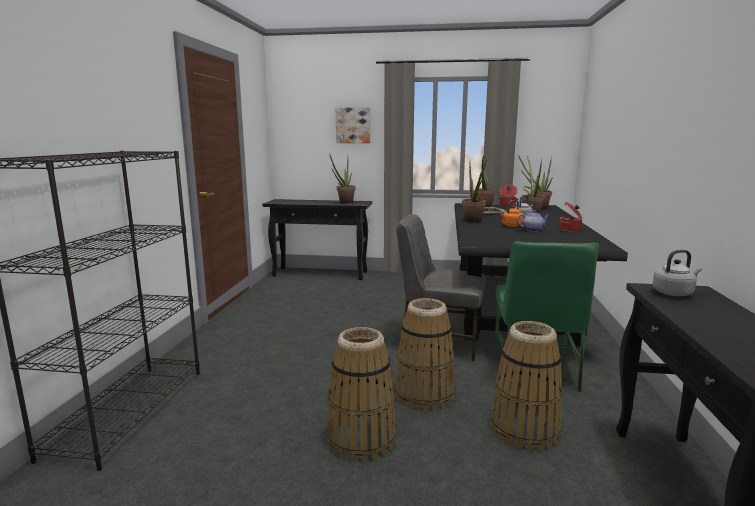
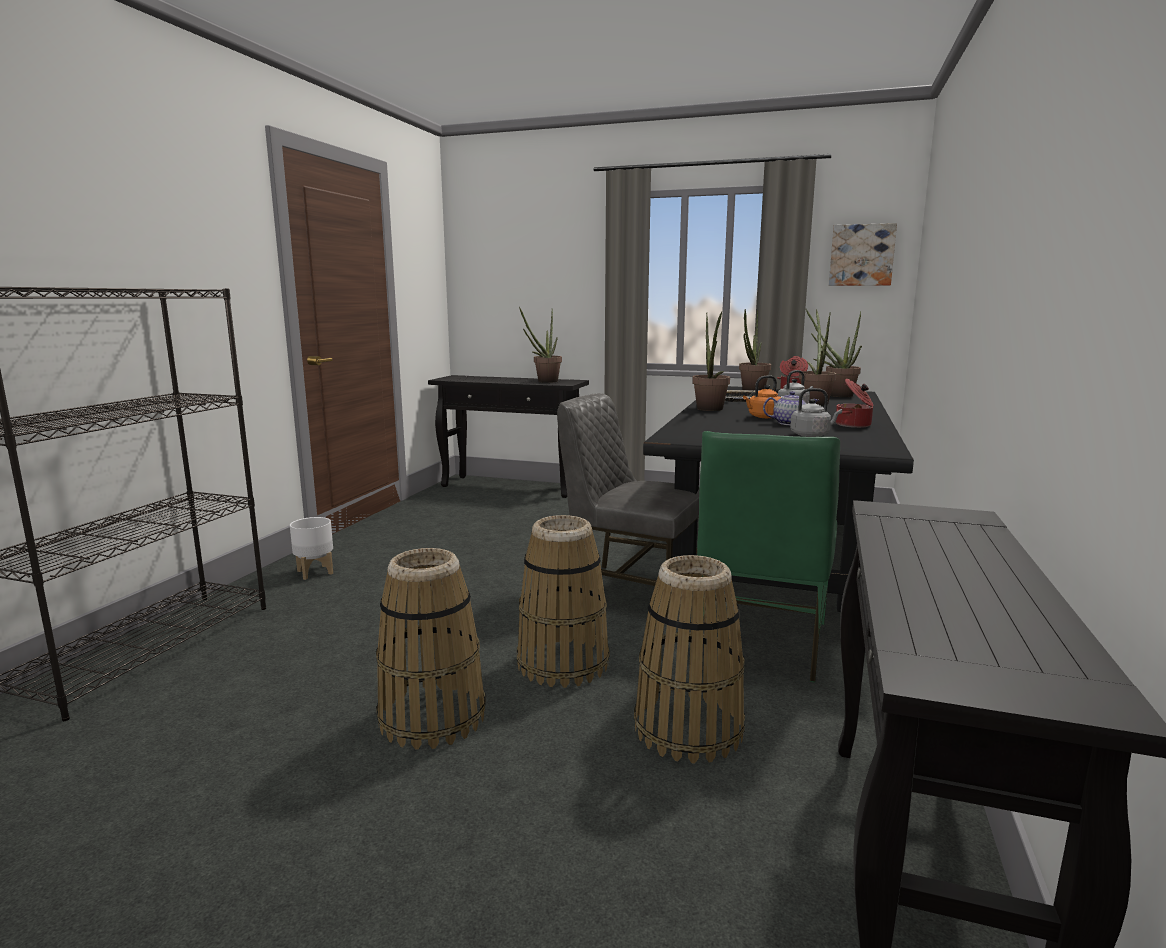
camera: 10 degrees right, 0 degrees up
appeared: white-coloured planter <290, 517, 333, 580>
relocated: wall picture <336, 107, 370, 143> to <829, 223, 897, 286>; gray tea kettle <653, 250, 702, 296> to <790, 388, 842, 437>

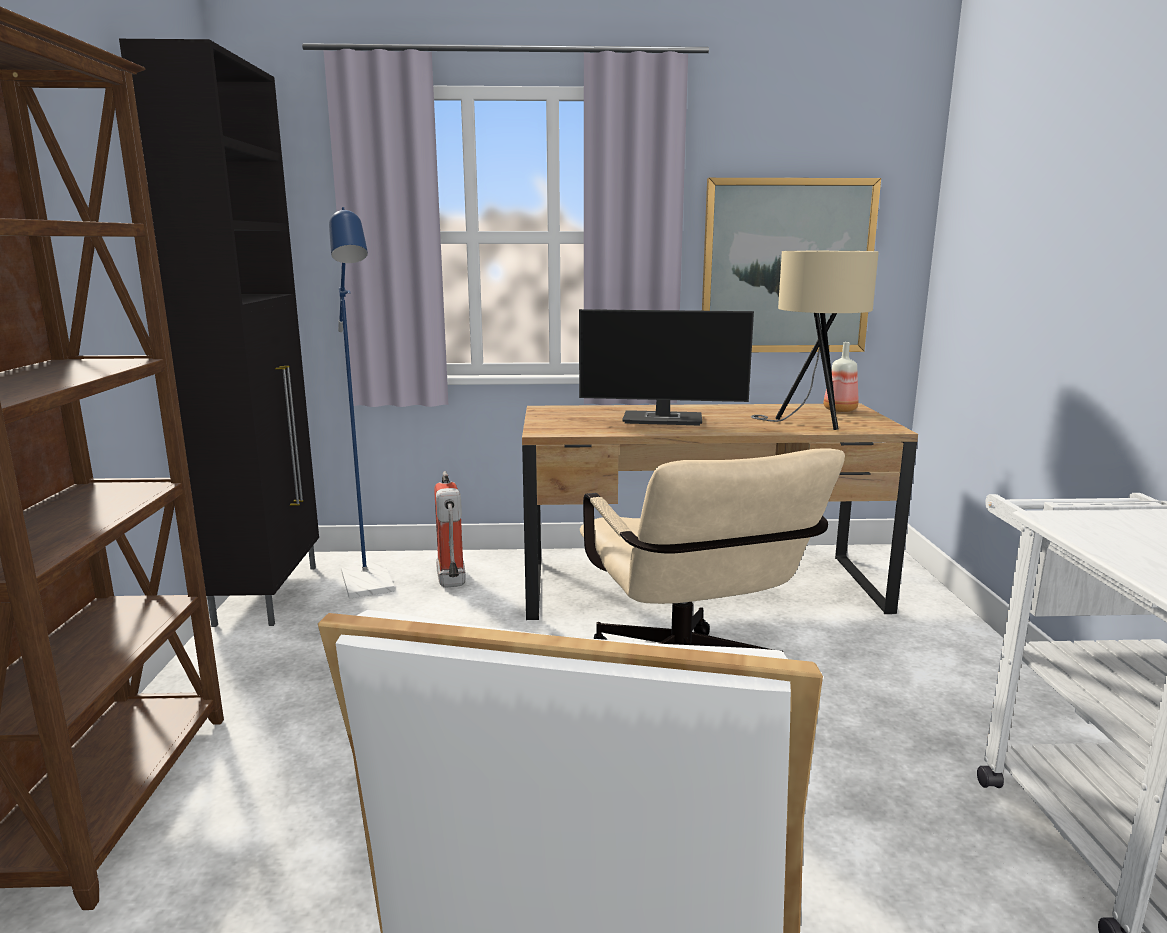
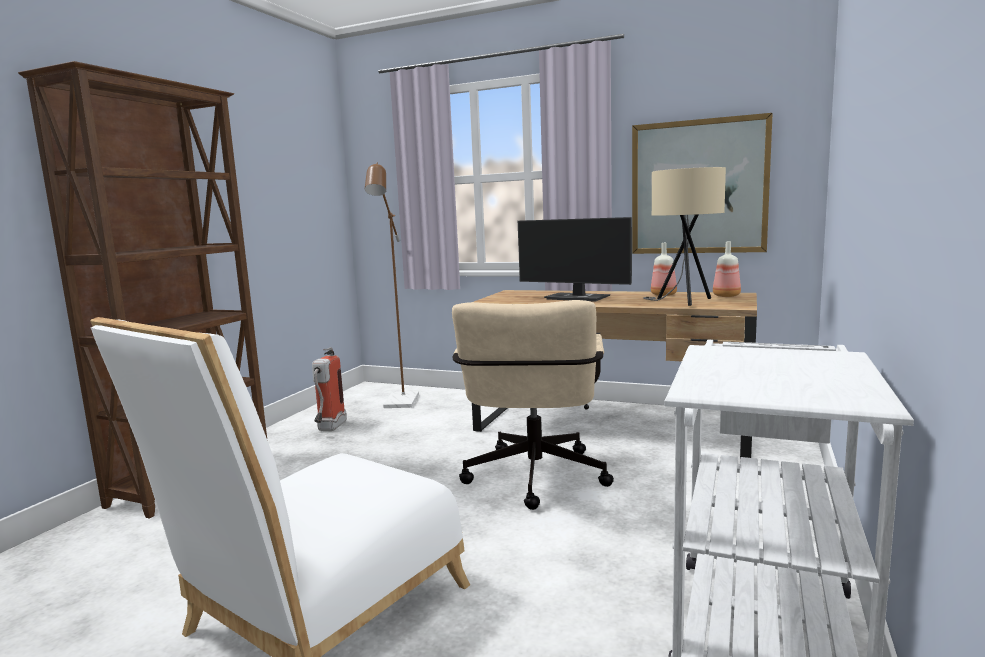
camera: 25 degrees right, 5 degrees down
missing: black-coloured storage cabinet <119, 39, 319, 627>
appeared: beverage bottle <651, 243, 677, 296>
relocated: fire extinguisher <434, 471, 466, 587> to <312, 347, 347, 431>
colour: blue-coloured floor lamp <329, 207, 395, 599> to brownish floor lamp <365, 163, 419, 408>

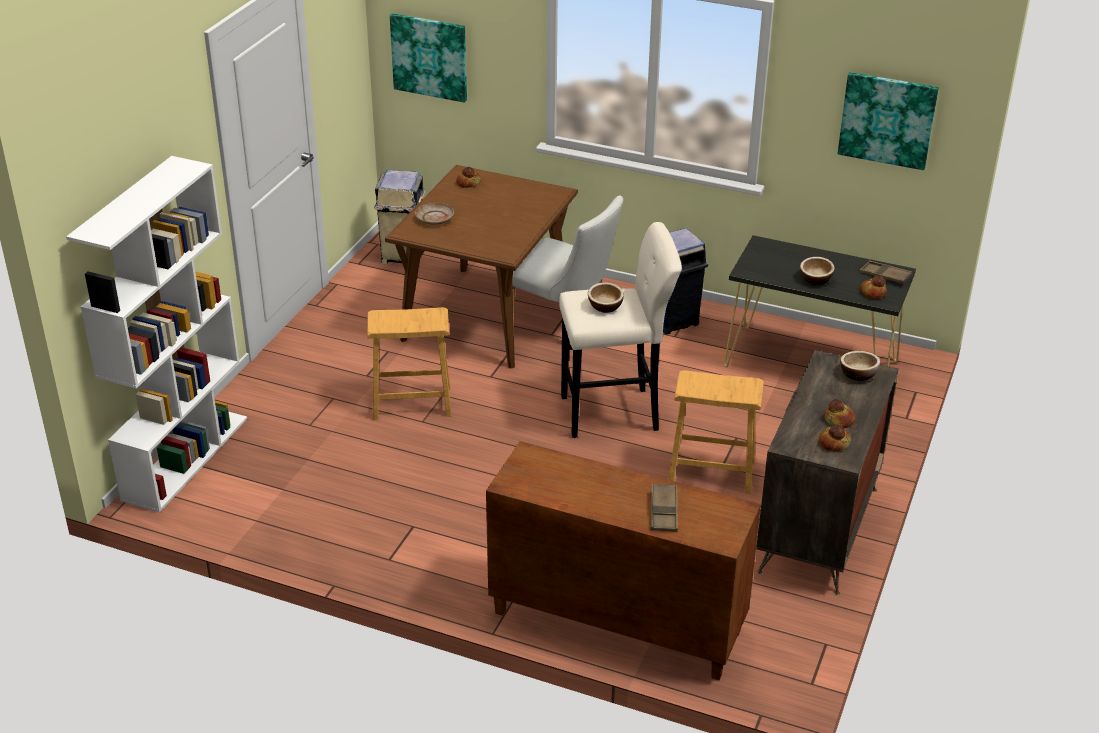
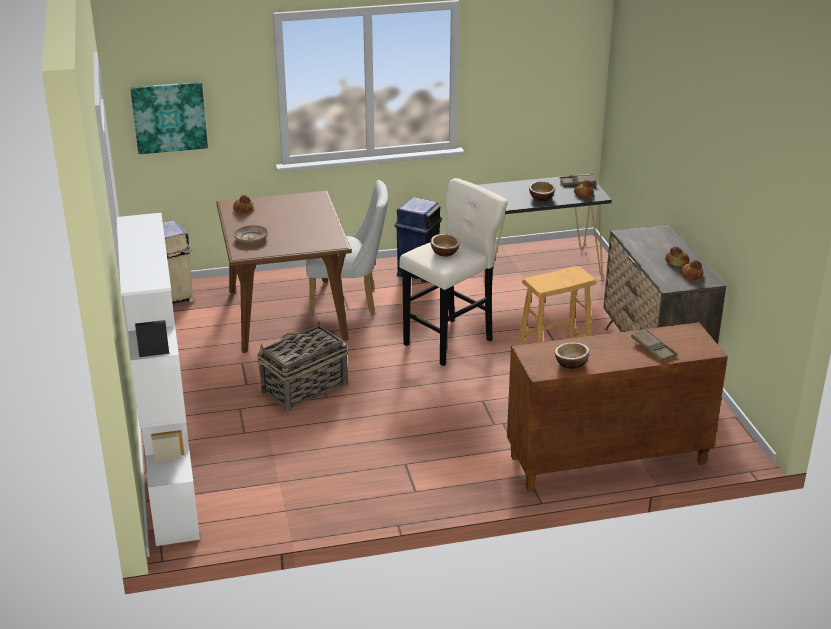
camera: 35 degrees left, 5 degrees down
missing: wall picture <838, 72, 939, 170>
relocated: bowl <840, 351, 880, 381> to <555, 342, 589, 369>
exchanged: brownish sitting stool <367, 307, 452, 420> to household basket <257, 321, 348, 412>

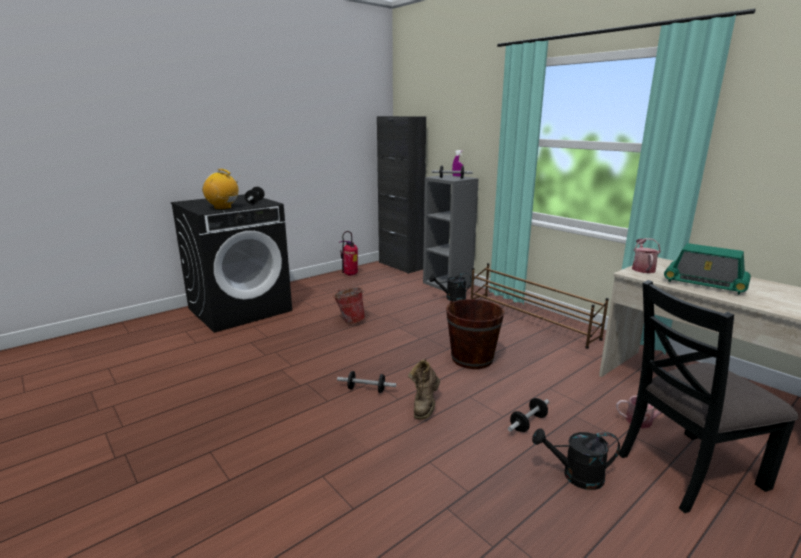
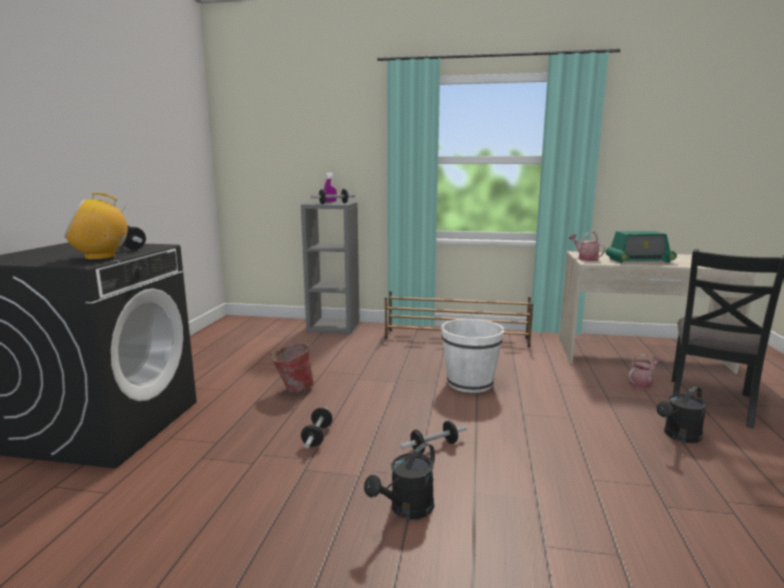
camera: 40 degrees left, 5 degrees down
missing: fire extinguisher <339, 231, 358, 276>; black-coloured storage cabinet <377, 116, 426, 274>; brownish tall boot <408, 359, 440, 420>
relocated: black-coloured watering can <429, 273, 471, 302> to <364, 443, 435, 520>; hand weight <508, 398, 549, 432> to <301, 408, 333, 448>
colour: brownish bucket <446, 299, 505, 369> to white-coloured bucket <441, 319, 504, 393>

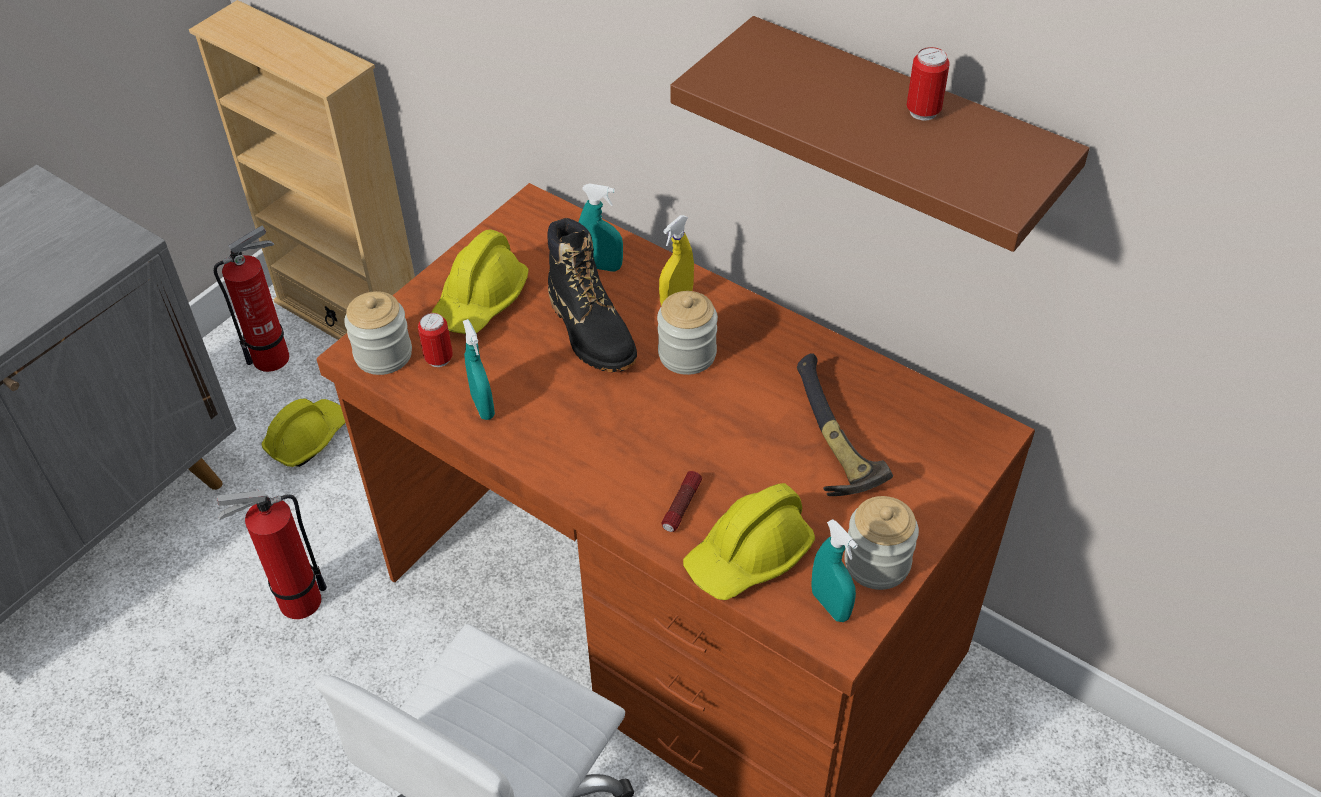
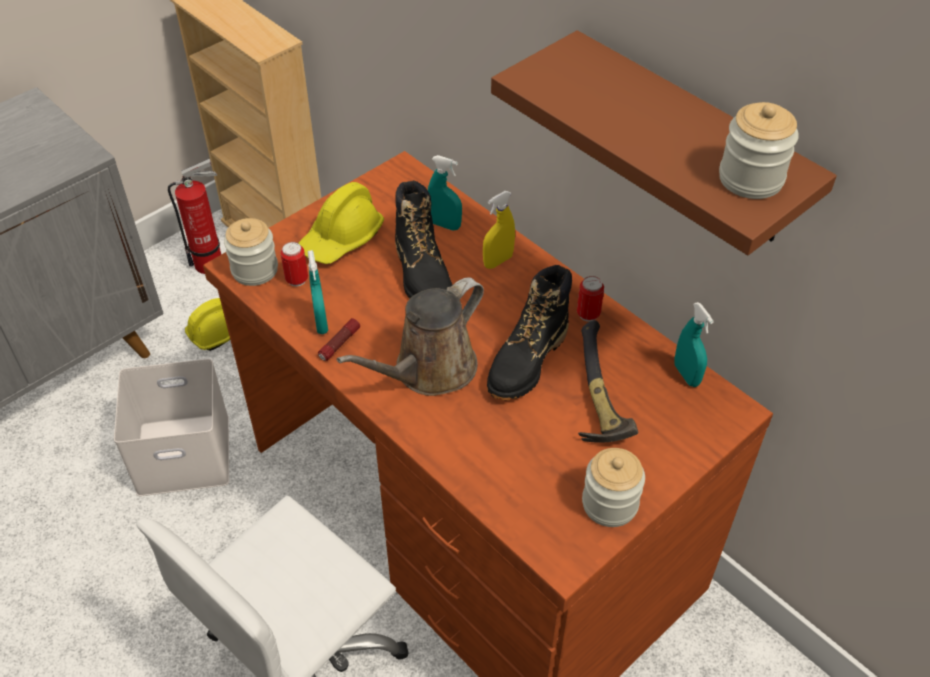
camera: 10 degrees right, 0 degrees up
missing: yellowish safety helmet <683, 483, 815, 600>
appeared: brownish watering can <337, 277, 484, 396>; black-coloured tall boot <487, 265, 572, 400>
relocated: storage jar <657, 291, 718, 375> to <719, 102, 799, 199>; flashlight <662, 471, 702, 532> to <318, 318, 360, 361>; blue-green sprayer <811, 519, 858, 622> to <674, 302, 714, 387>; sealed can <907, 47, 950, 121> to <577, 276, 604, 322>
exchanged: fire extinguisher <217, 489, 327, 619> to white-coloured storage bin <114, 359, 229, 496>

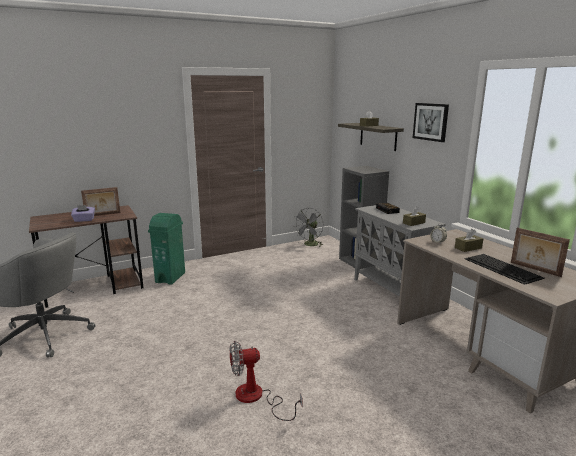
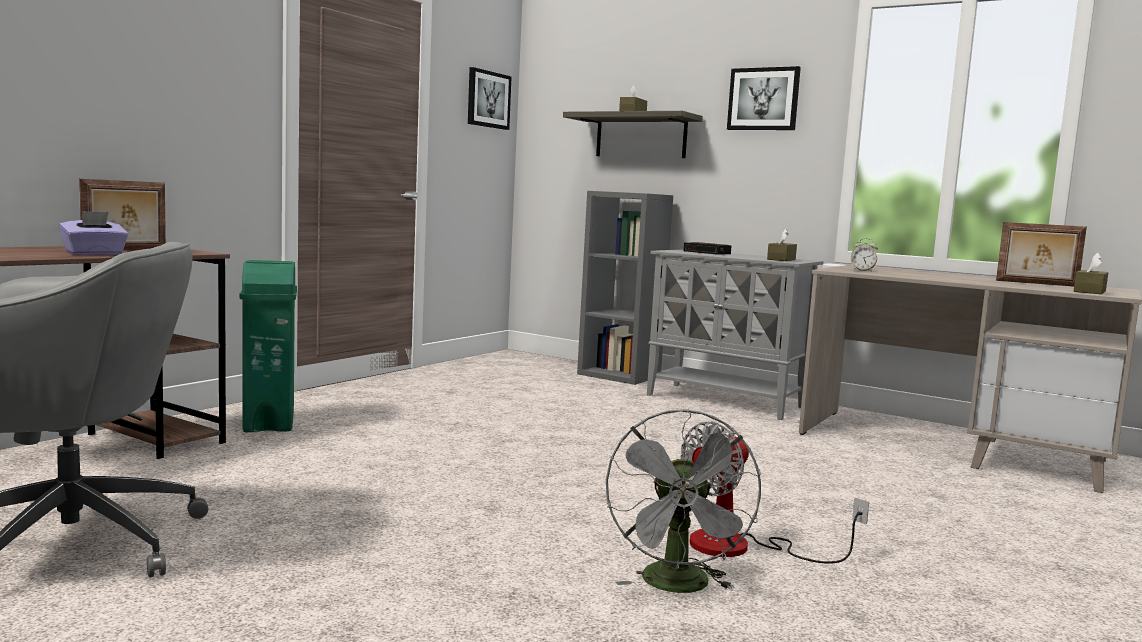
camera: 30 degrees left, 10 degrees down
missing: computer keyboard <464, 254, 545, 285>
appeared: wall picture <468, 67, 511, 130>
relocated: gray cooling fan <294, 208, 323, 247> to <606, 409, 761, 593>; brownish tissue box <455, 229, 483, 252> to <1074, 253, 1108, 294>

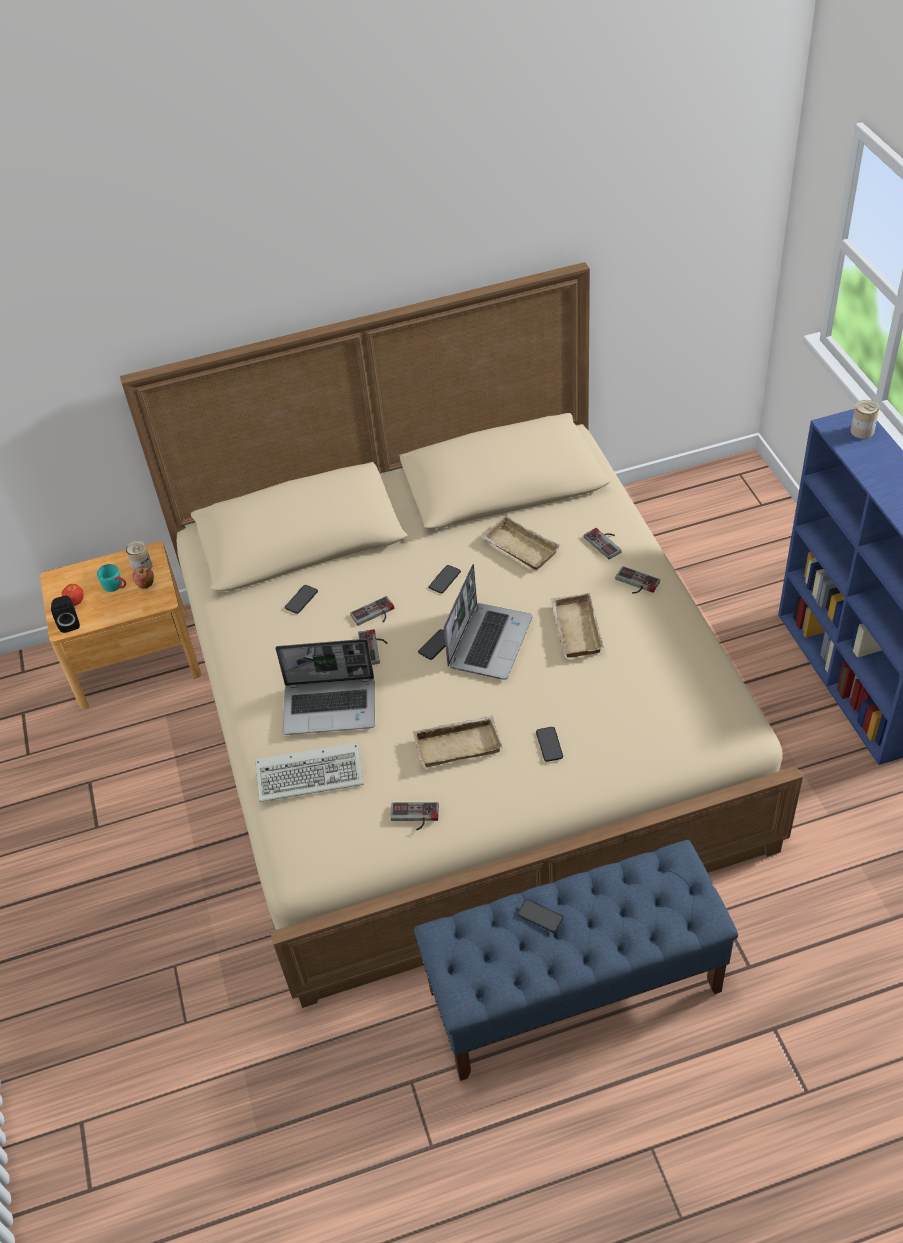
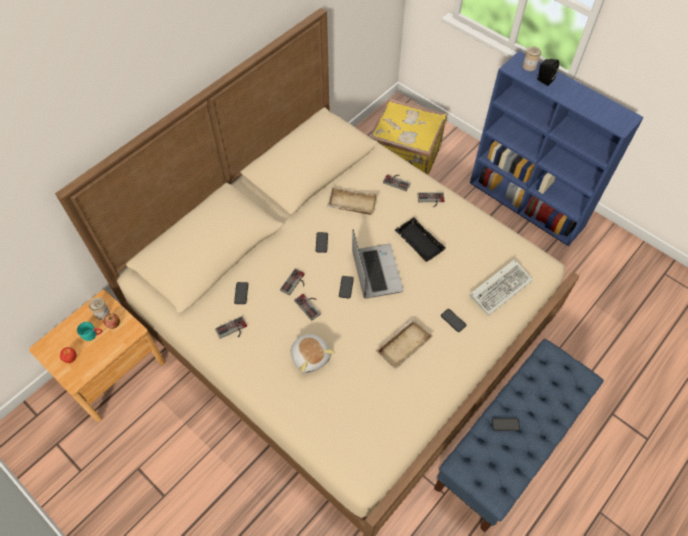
camera: 35 degrees left, 10 degrees up
appeared: yellowish suitcase <369, 98, 447, 175>
relocated: black-coloured speaker <51, 595, 80, 633> to <536, 59, 559, 86>; computer keyboard <255, 743, 364, 802> to <469, 259, 533, 316>; game controller <390, 802, 439, 830> to <215, 316, 247, 339>
exchanged: laptop <276, 639, 375, 735> to cuddly toy <291, 334, 335, 373>
colour: beige serving tray <550, 593, 604, 657> to black-coloured serving tray <395, 217, 446, 262>

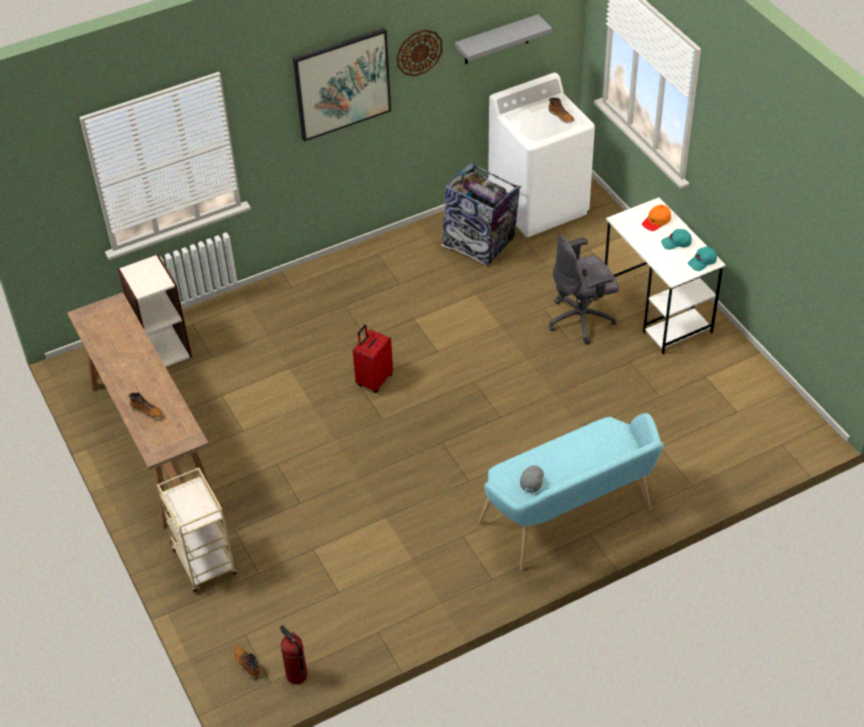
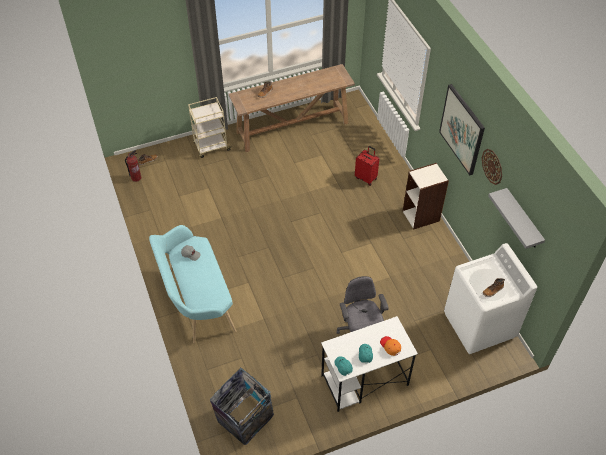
camera: 95 degrees right, 5 degrees up
relocated: bookcase <117, 254, 192, 367> to <403, 163, 449, 229>; red suitcase <353, 325, 393, 393> to <355, 146, 379, 186>; waste bin <441, 162, 521, 266> to <210, 368, 274, 445>

